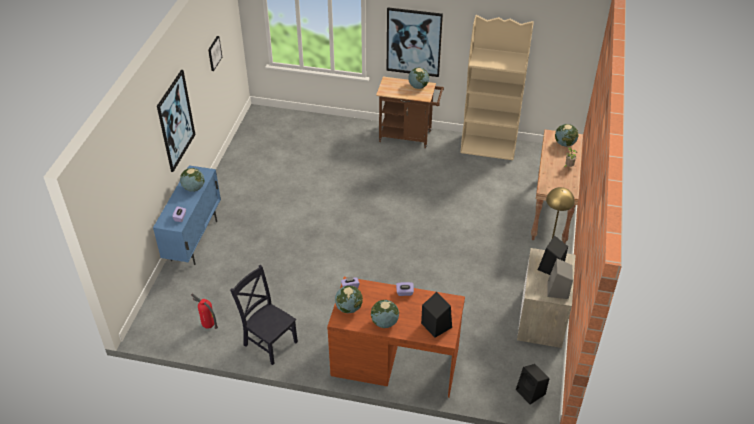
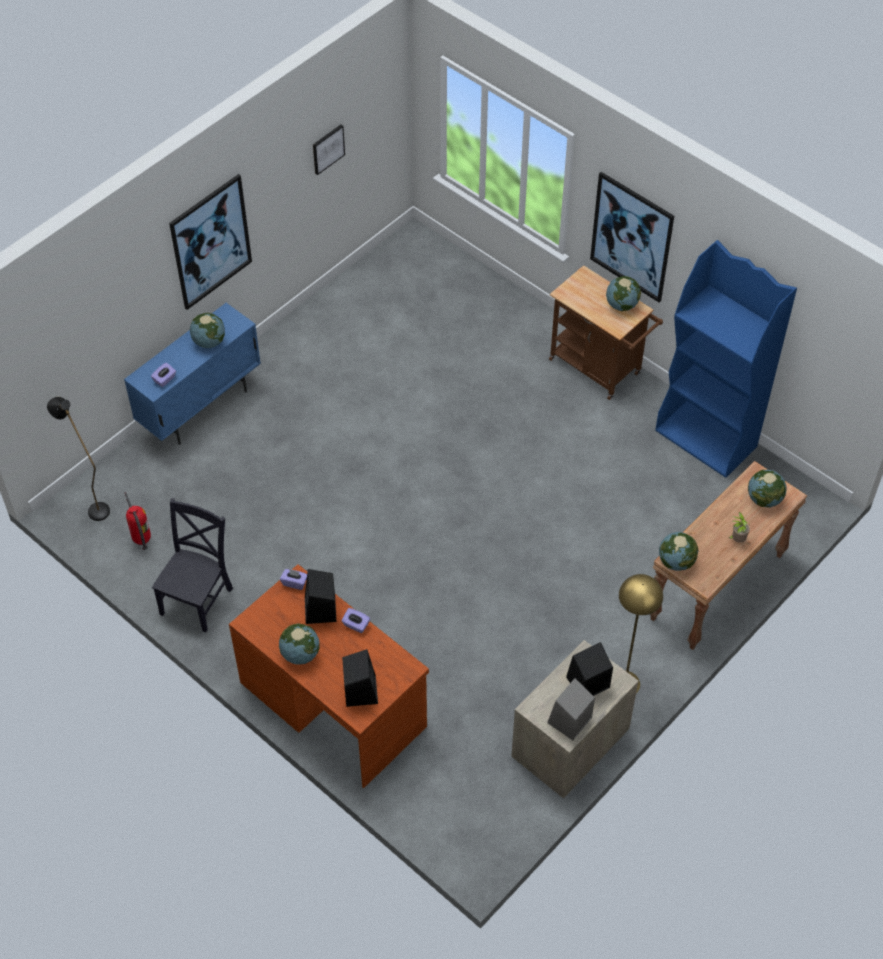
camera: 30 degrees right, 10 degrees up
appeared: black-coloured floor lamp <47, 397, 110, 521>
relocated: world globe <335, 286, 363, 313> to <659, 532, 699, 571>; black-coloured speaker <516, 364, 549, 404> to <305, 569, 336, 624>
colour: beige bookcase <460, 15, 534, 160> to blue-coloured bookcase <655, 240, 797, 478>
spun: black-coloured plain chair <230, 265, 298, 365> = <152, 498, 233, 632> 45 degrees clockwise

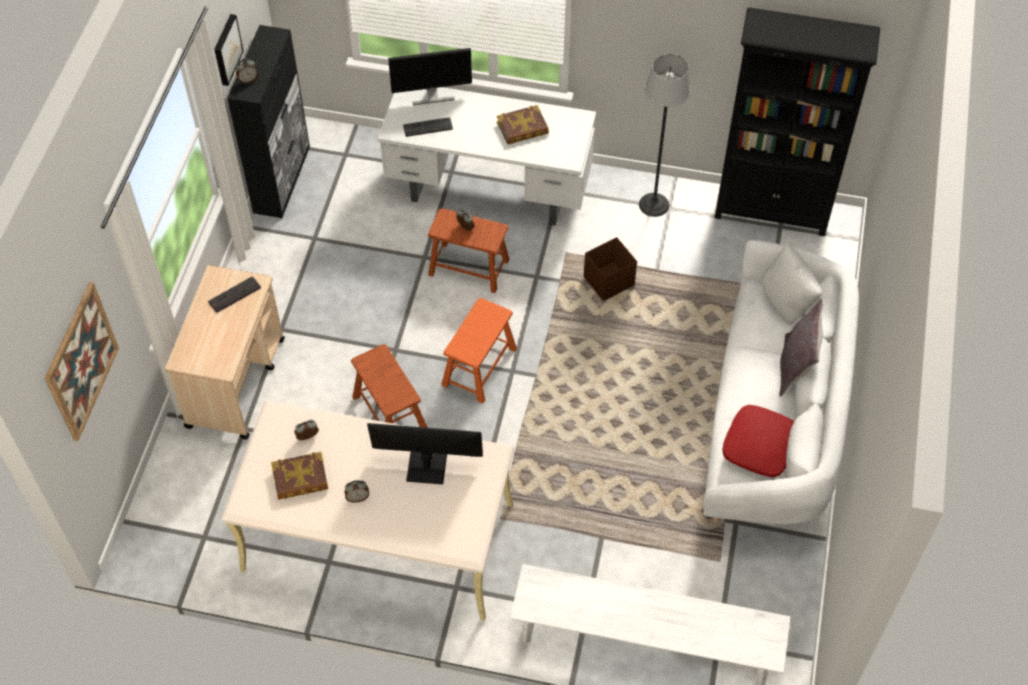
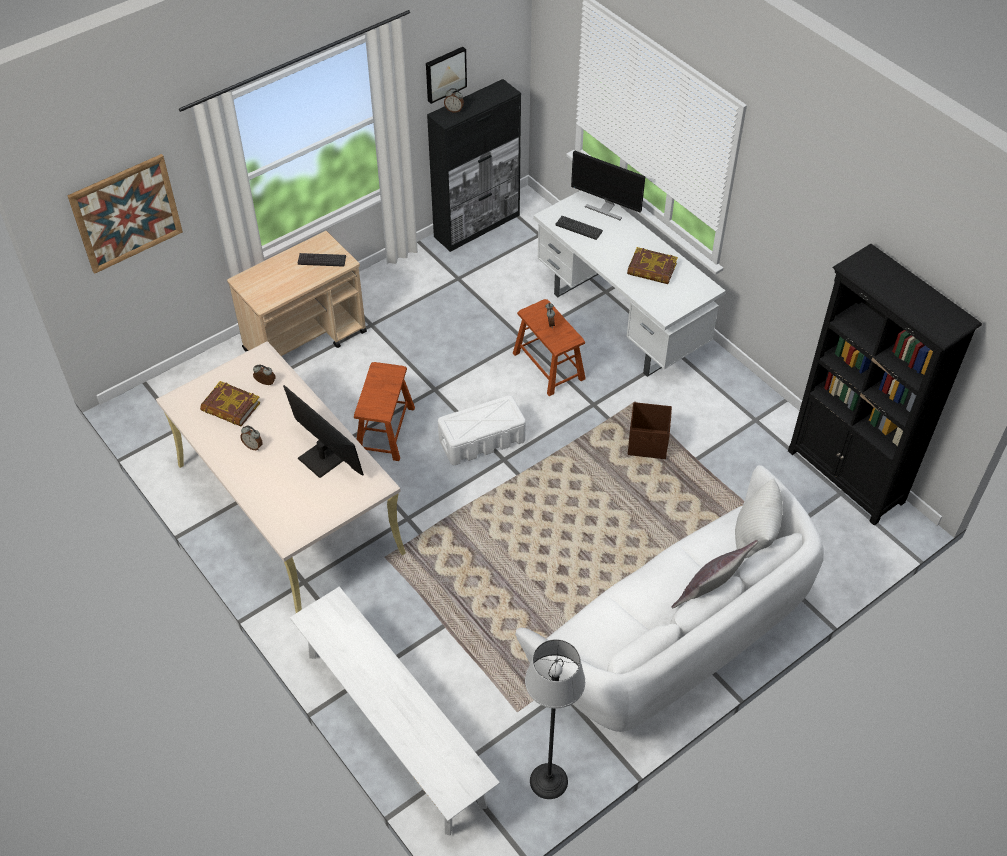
camera: 40 degrees right, 5 degrees down
missing: red pillow <722, 405, 794, 477>
relocated: floor lamp <639, 54, 691, 217> to <525, 639, 585, 799>
exchanged: orange sitting stool <441, 298, 517, 404> to white-coloured storage bin <438, 395, 526, 465>

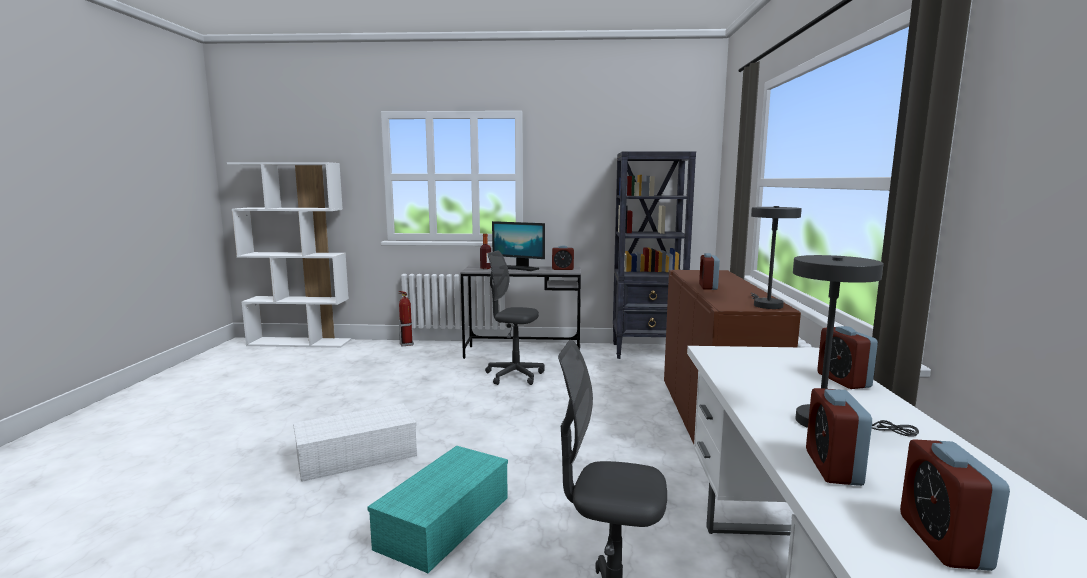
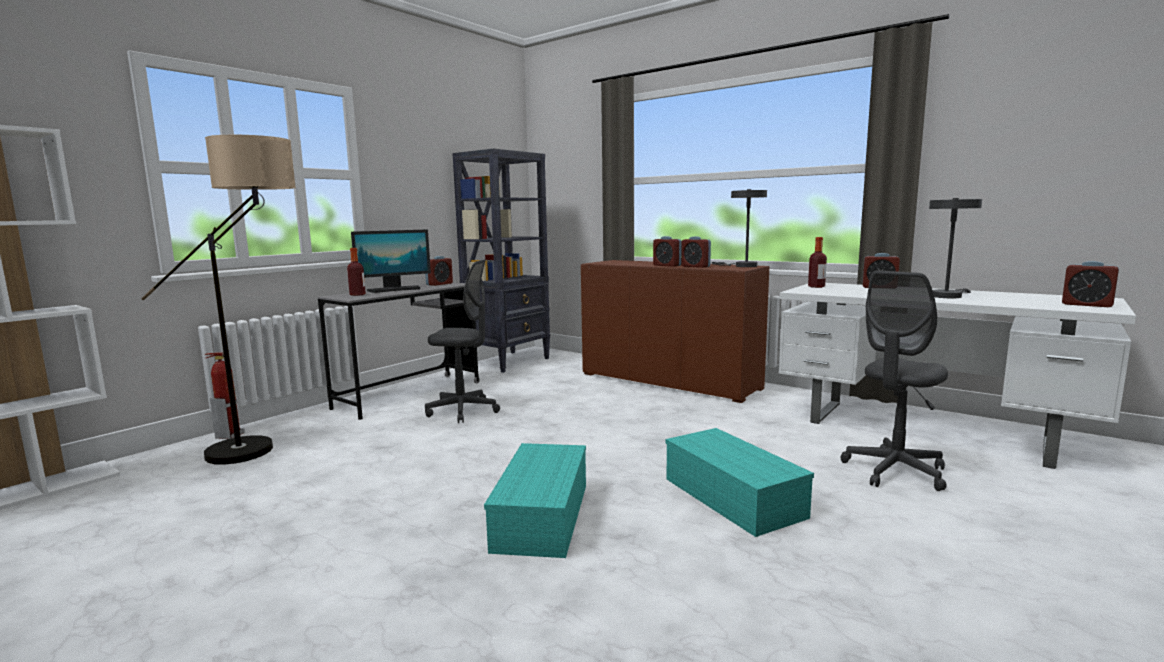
camera: 55 degrees left, 0 degrees up
appeared: floor lamp <141, 135, 296, 465>; beverage bottle <808, 237, 827, 288>
relocated: table clock <806, 388, 872, 486> to <681, 236, 711, 268>
colour: white-coloured storage bin <293, 403, 417, 482> to blue-green storage bin <484, 443, 586, 558>
spun: gray computer chair <485, 250, 545, 385> = <425, 259, 500, 423> 135 degrees counterclockwise

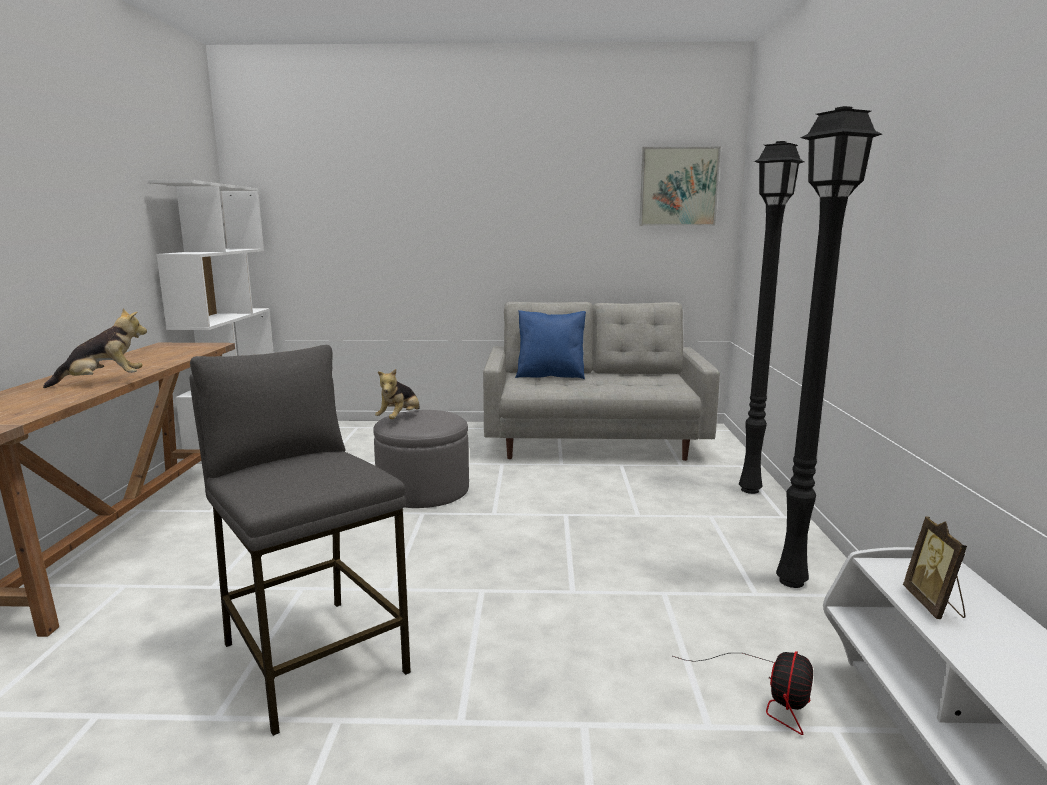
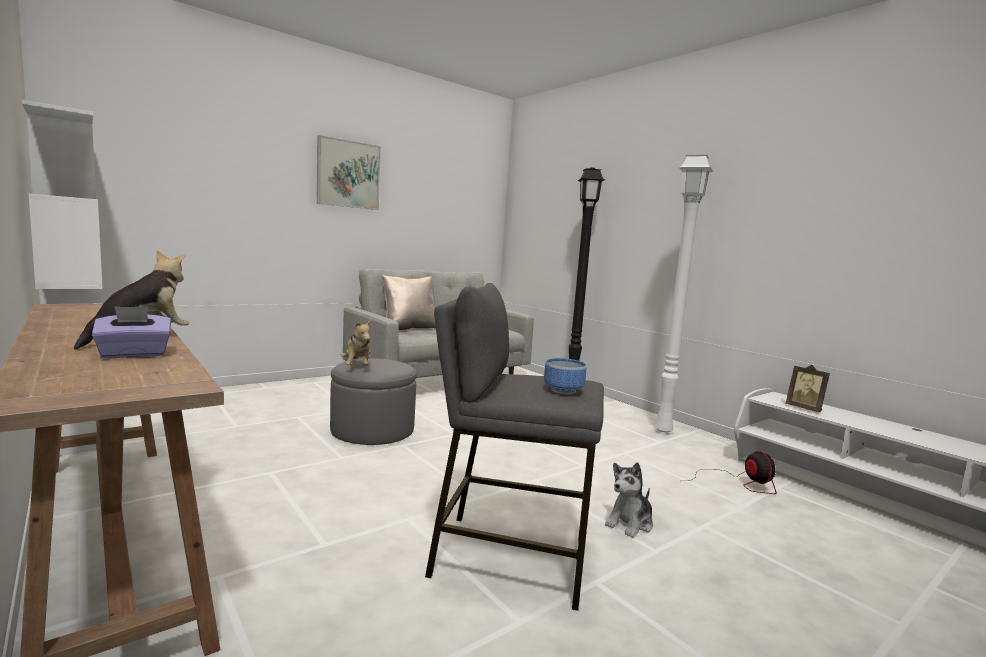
camera: 40 degrees left, 5 degrees down
appeared: purplish tissue box <92, 306, 171, 358>; bowl <544, 358, 587, 394>; cuddly toy <605, 462, 653, 538>
relocated: wall picture <639, 147, 721, 226> to <317, 135, 381, 210>
colour: blue-coloured pillow <515, 310, 586, 379> to beige pillow <382, 275, 436, 330>; black-coloured floor lamp <776, 106, 882, 588> to white-coloured floor lamp <654, 153, 713, 435>

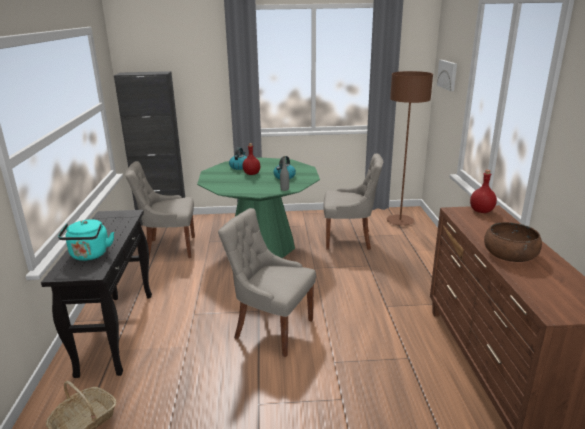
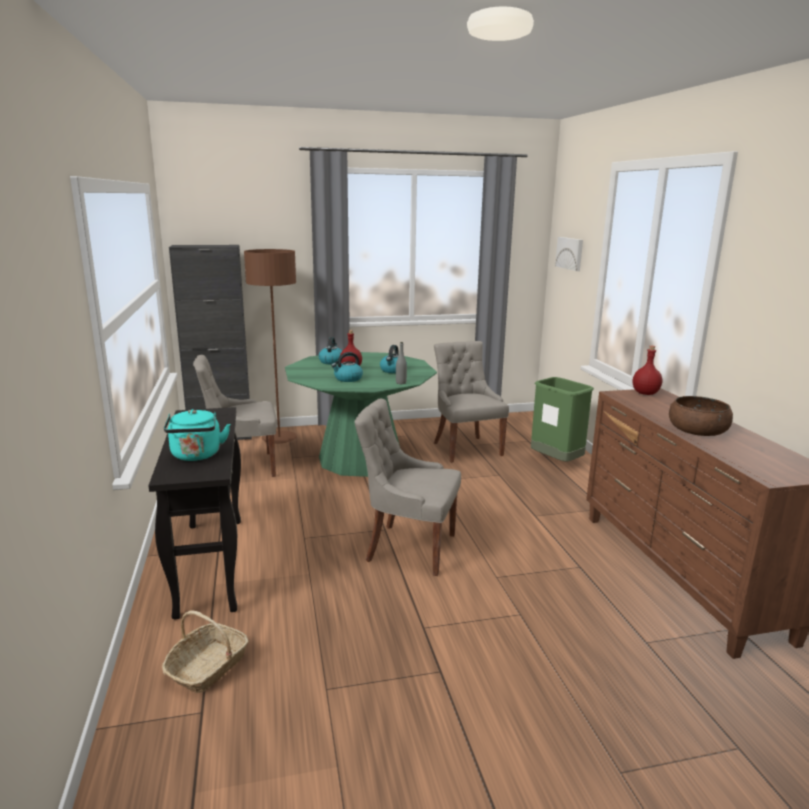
camera: 10 degrees left, 5 degrees down
appeared: tea kettle <331, 352, 363, 382>; green waste bin <531, 377, 594, 462>
relocated: brownish floor lamp <387, 71, 433, 226> to <244, 249, 297, 444>
spun: gray plain chair <323, 153, 383, 250> = <434, 341, 509, 463> 105 degrees counterclockwise

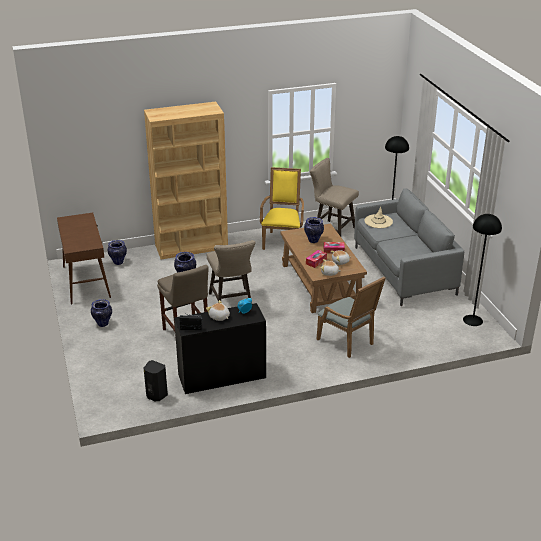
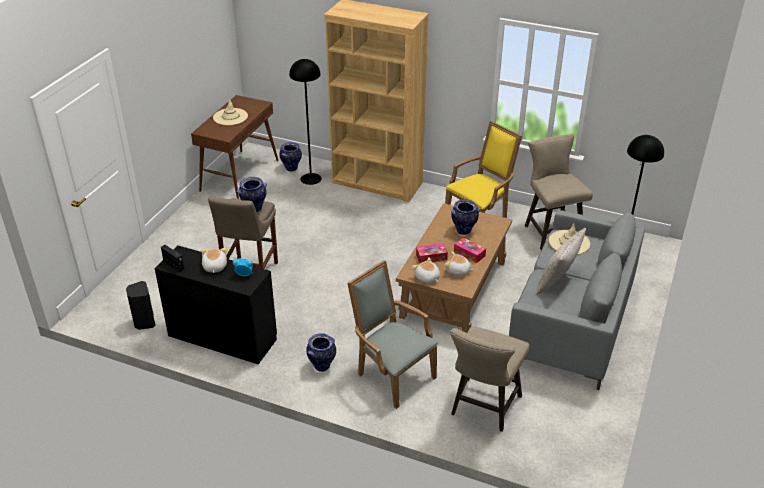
camera: 40 degrees right, 5 degrees up
appeared: beige clothing hat <213, 98, 248, 125>; gray pillow <536, 228, 586, 294>
relocated: flower vase <91, 299, 112, 327> to <306, 333, 336, 372>; beige sitting stool <207, 240, 256, 304> to <450, 326, 530, 432>; black-coloured floor lamp <463, 214, 502, 326> to <289, 59, 322, 185>
spun: gray armchair <317, 277, 386, 358> = <347, 260, 438, 409> 135 degrees clockwise

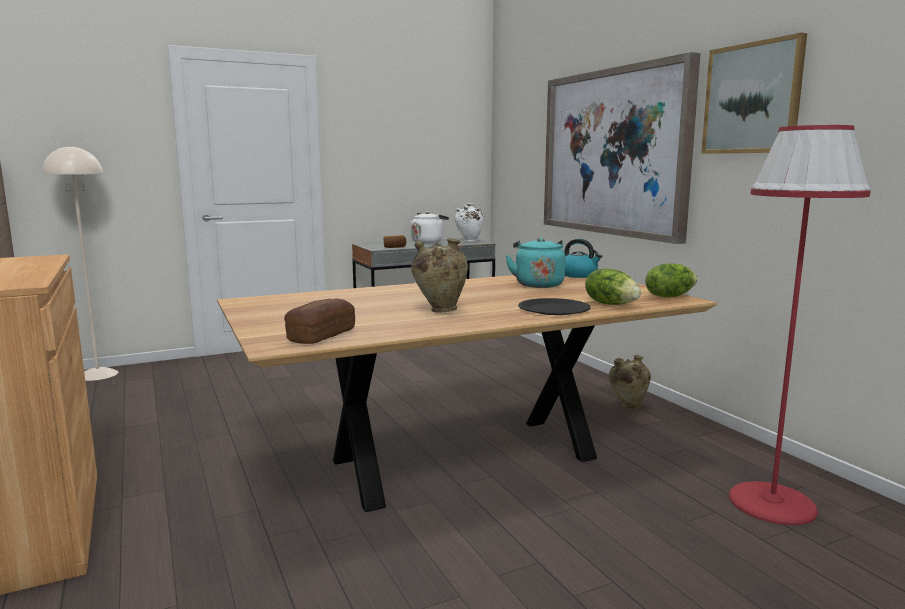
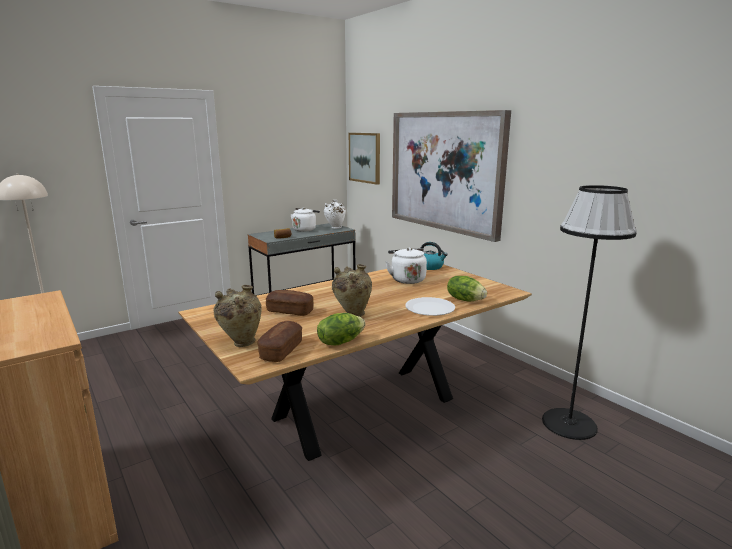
camera: 10 degrees left, 5 degrees up
appeared: bread <266, 290, 313, 316>
relocated: beige flower vase <609, 355, 651, 409> to <213, 285, 262, 347>; lettuce <645, 263, 697, 297> to <317, 313, 365, 346>; wall picture <701, 32, 807, 154> to <349, 133, 380, 185>
colour: blue-green tea kettle <505, 237, 566, 288> to white-coloured tea kettle <385, 247, 427, 284>; black-coloured dinner plate <518, 298, 591, 315> to white-coloured dinner plate <405, 297, 455, 316>; red floor lamp <729, 125, 871, 525> to black-coloured floor lamp <542, 185, 637, 440>

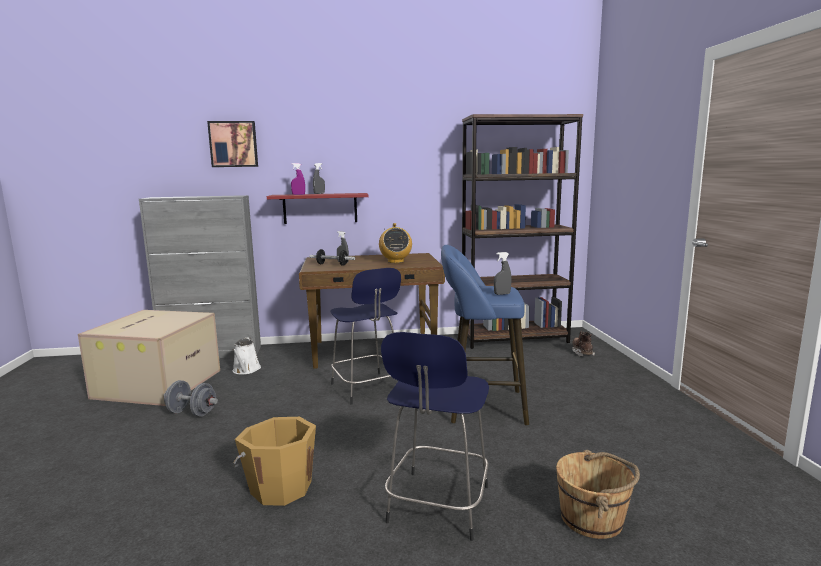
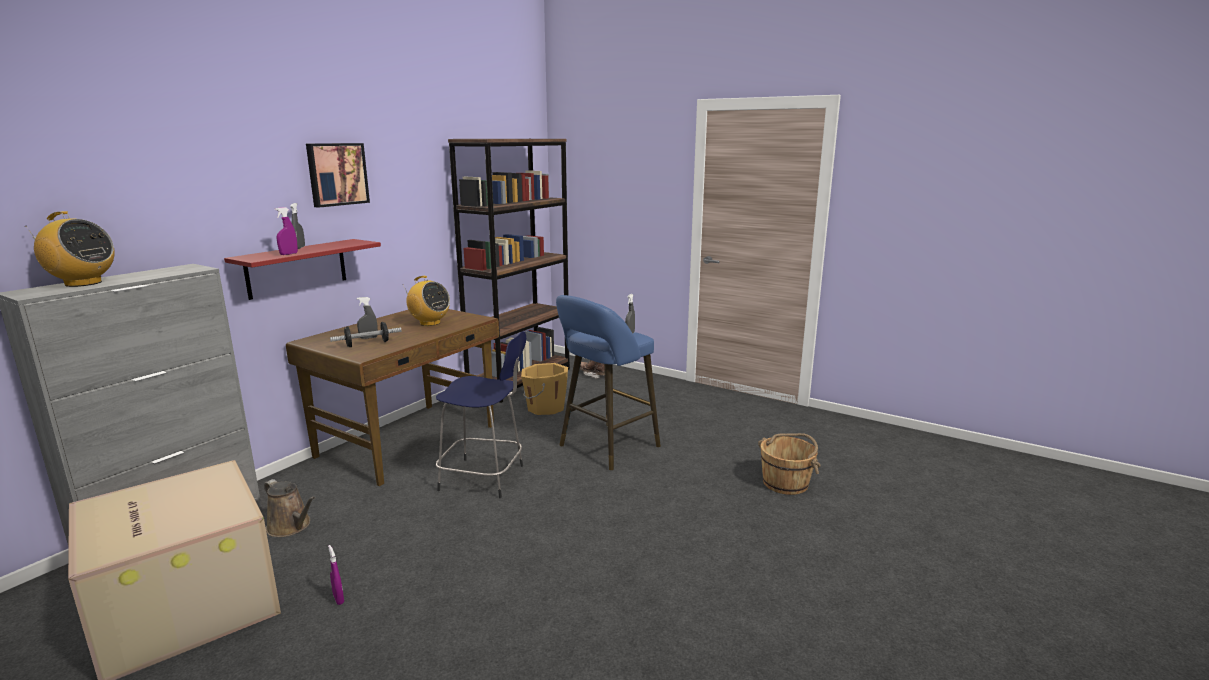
camera: 50 degrees left, 5 degrees up
missing: blue-coloured sitting stool <381, 332, 489, 541>
appeared: radio receiver <25, 211, 115, 287>
relocated: wall picture <207, 121, 258, 167> to <306, 143, 370, 208>; orange bucket <233, 417, 316, 506> to <521, 363, 568, 415>
exchanged: gray hand weight <164, 380, 218, 417> to purplish sprayer <328, 545, 344, 605>
colour: white-coloured watering can <232, 337, 261, 374> to brownish watering can <264, 479, 315, 537>

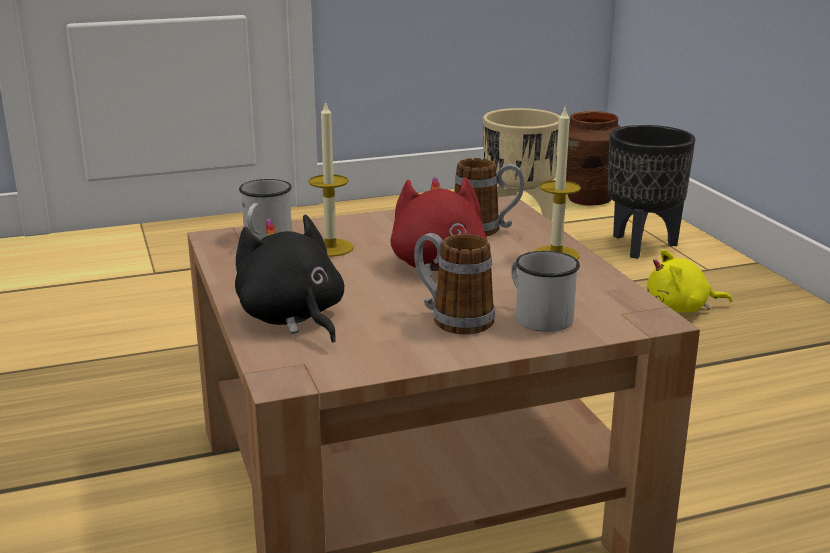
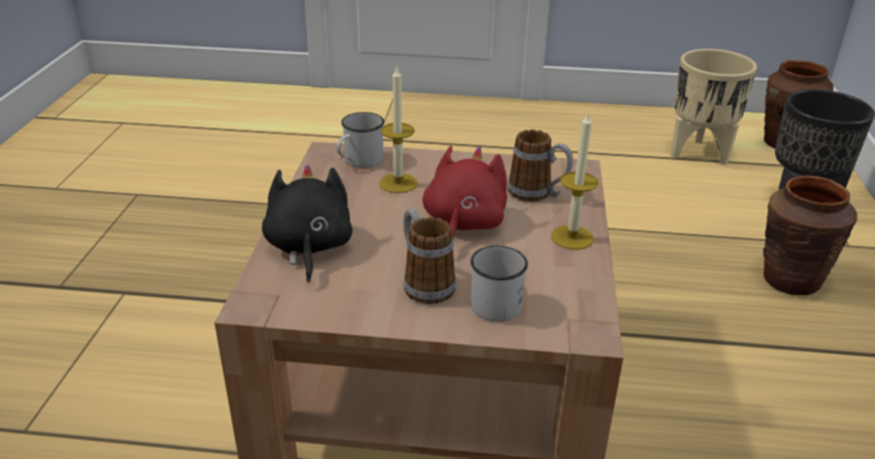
camera: 25 degrees right, 10 degrees up
exchanged: yellowish cuddly toy <647, 249, 732, 313> to brownish flower vase <763, 175, 857, 295>

